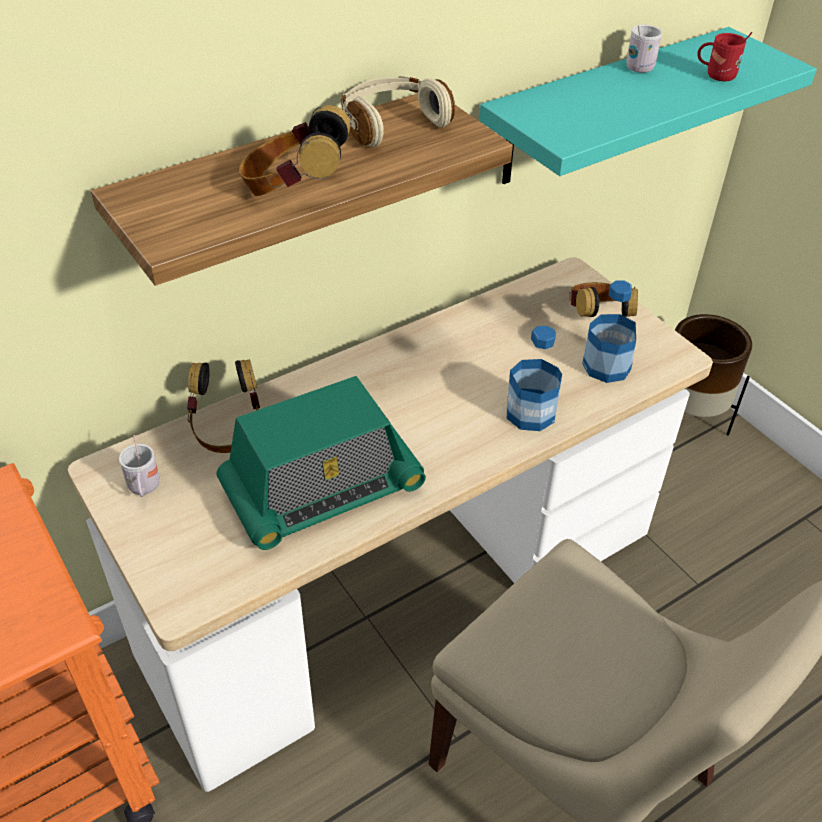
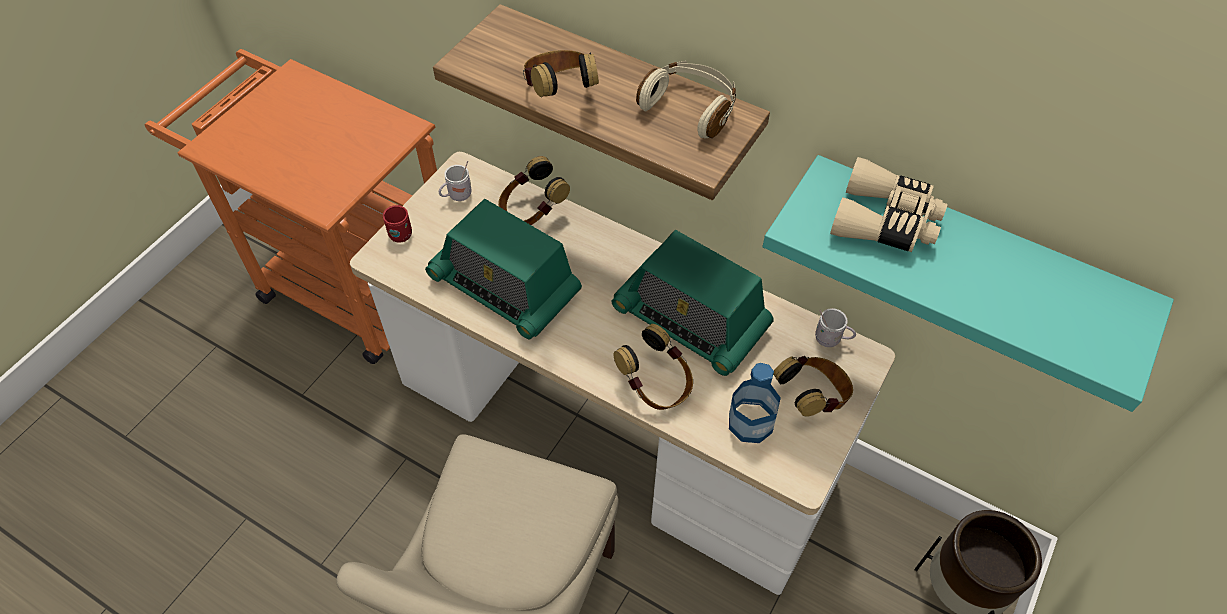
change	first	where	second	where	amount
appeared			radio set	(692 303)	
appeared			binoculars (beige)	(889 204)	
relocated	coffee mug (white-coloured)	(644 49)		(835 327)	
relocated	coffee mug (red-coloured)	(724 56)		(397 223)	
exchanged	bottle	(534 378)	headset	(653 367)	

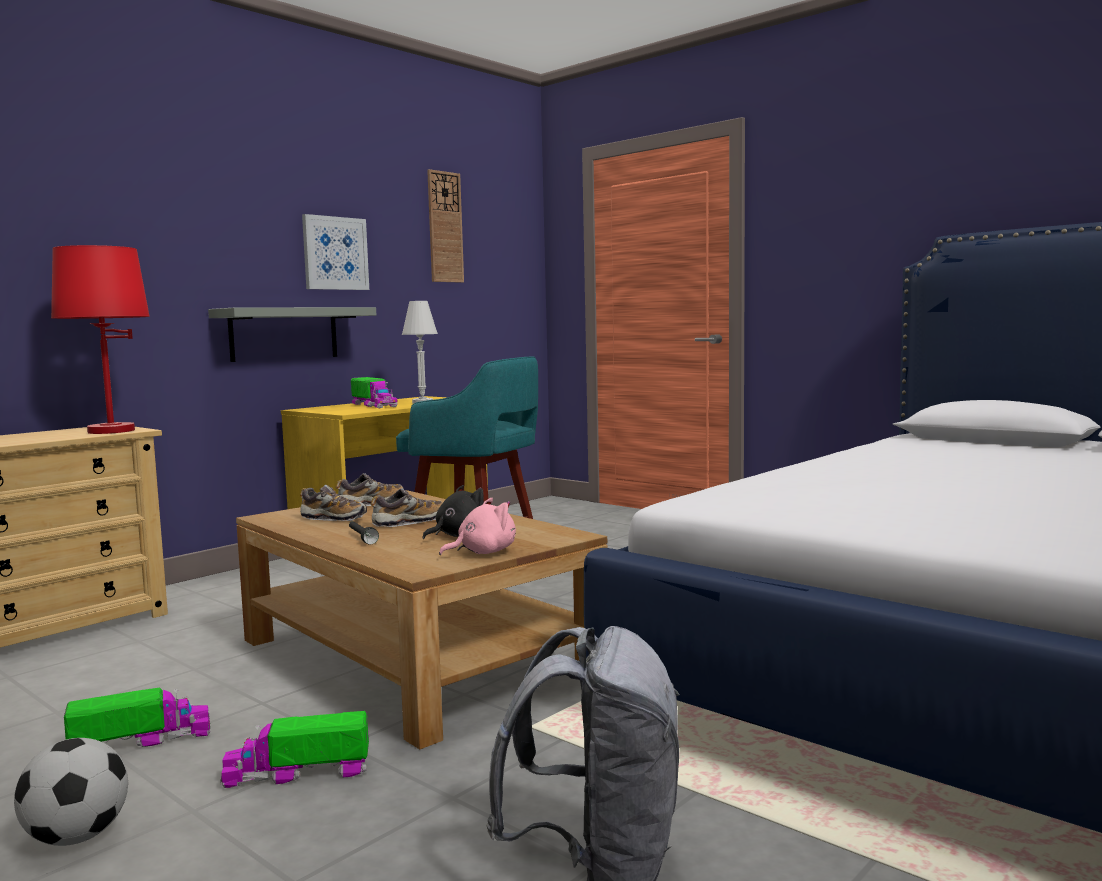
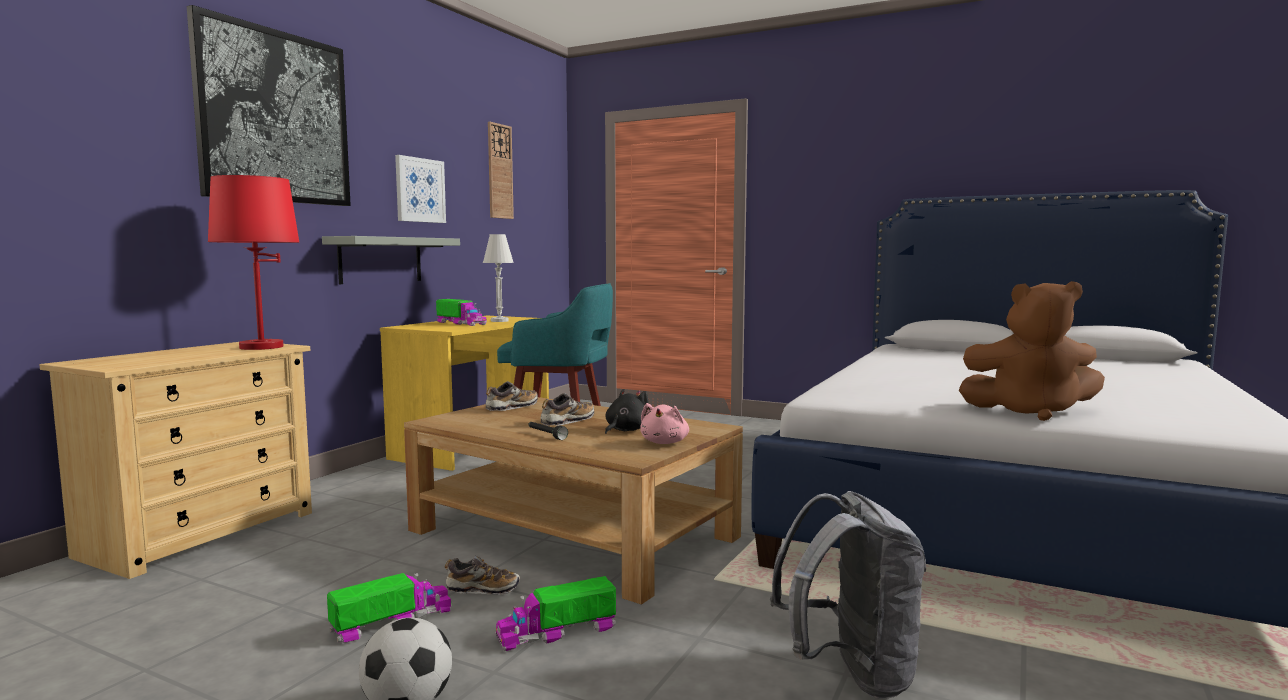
change	first	where	second	where	amount
appeared			wall art	(269 105)	
appeared			soft toy (brown)	(1032 351)	
relocated	low shoe	(333 503)		(482 575)	
spun	soft toy (pink-coloured)	(477 526)		(664 423)	150 degrees clockwise

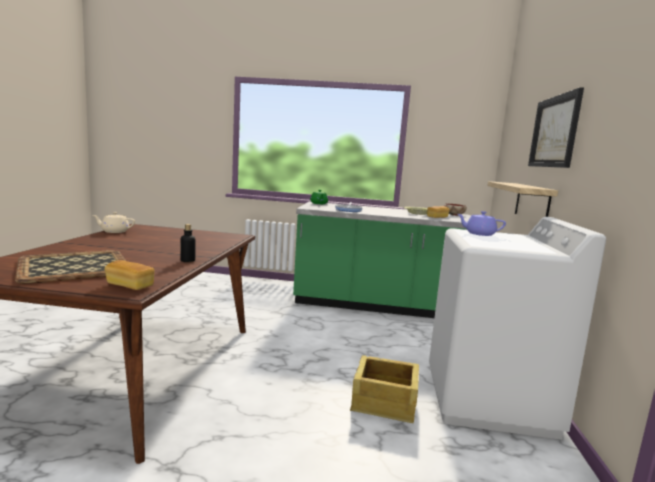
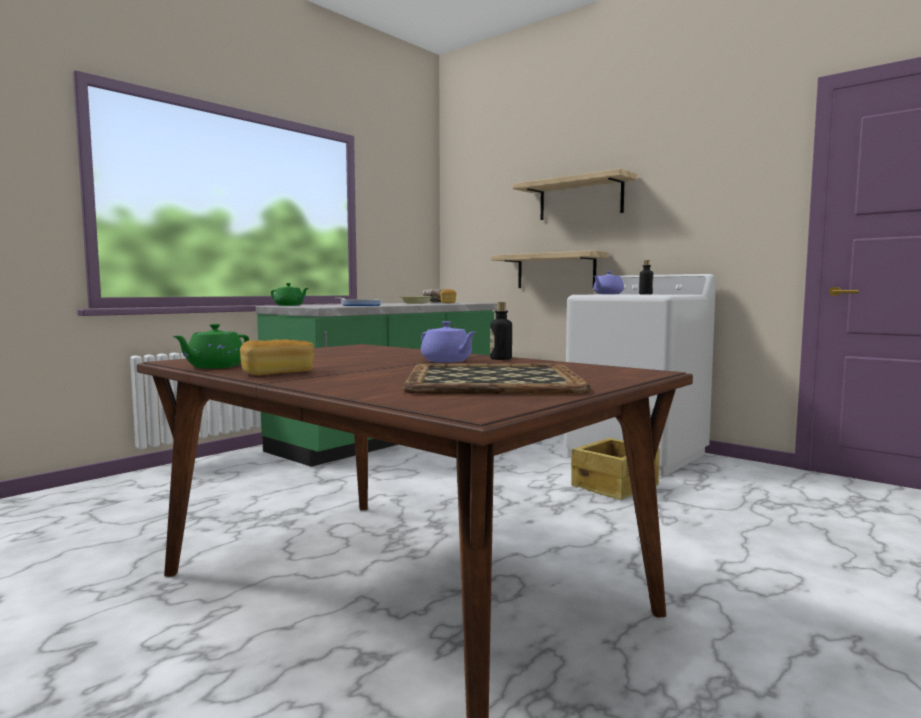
change	first	where	second	where	amount
appeared			tea pot (purple)	(448 342)	
appeared			bottle	(646 277)	
relocated	baked bread	(129 275)		(277 357)	
exchanged	wall art	(556 127)	bracket shelf	(575 194)	
colour	tea pot (beige)	(114 222)	tea pot (greenish)	(211 346)	

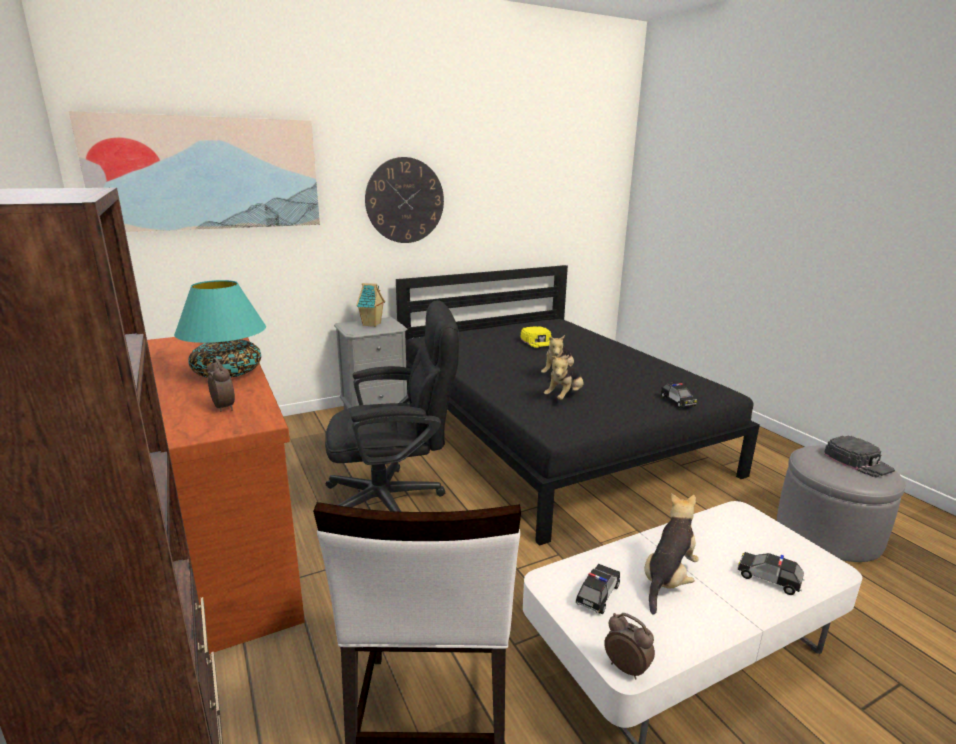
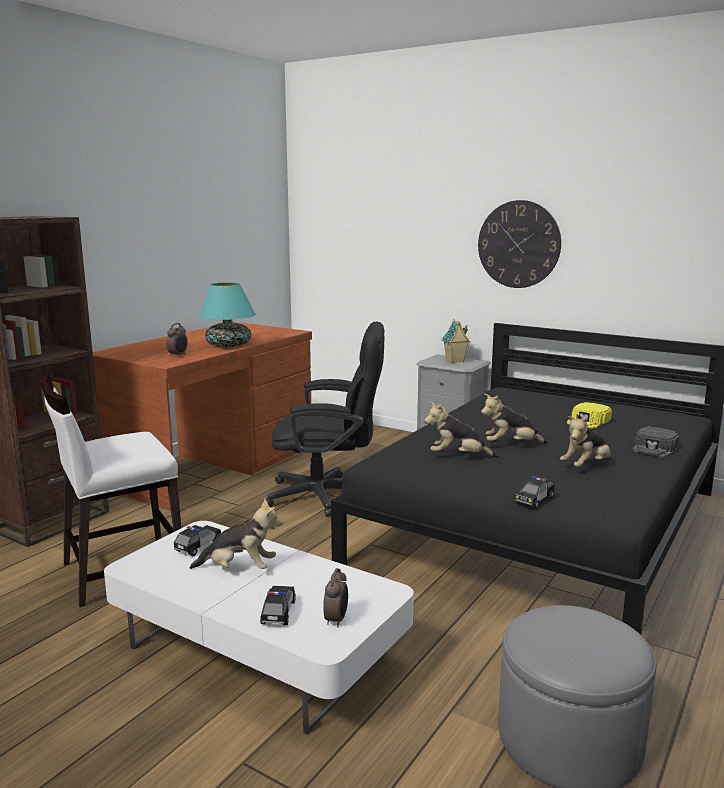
change	first	where	second	where	amount
missing	wall art	(194 171)			
appeared			soft toy	(585 441)	
relocated	table clock	(629 646)		(335 598)	
relocated	baseball cap (blackish)	(859 456)		(656 442)	
spun	computer chair (blackish)	(392 406)		(325 419)	45 degrees counterclockwise
spun	miniature car	(598 589)		(197 540)	60 degrees counterclockwise

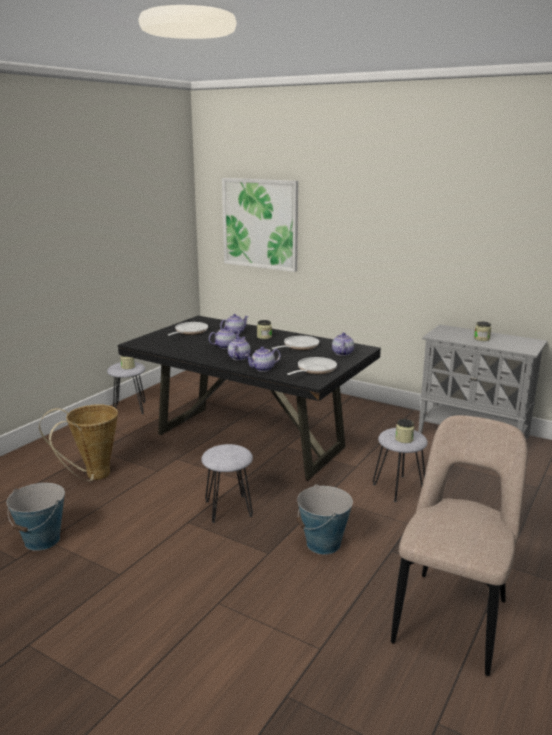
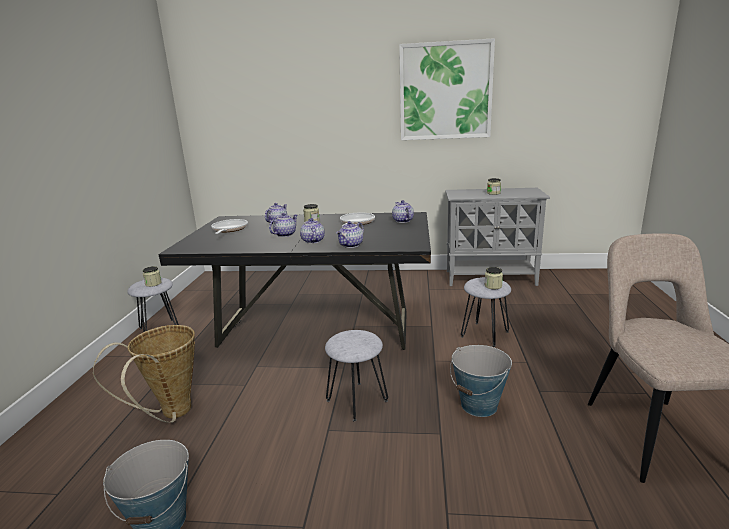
change	first	where	second	where	amount
missing	frying pan	(312 366)			
relocated	wall art	(260 225)		(447 89)	

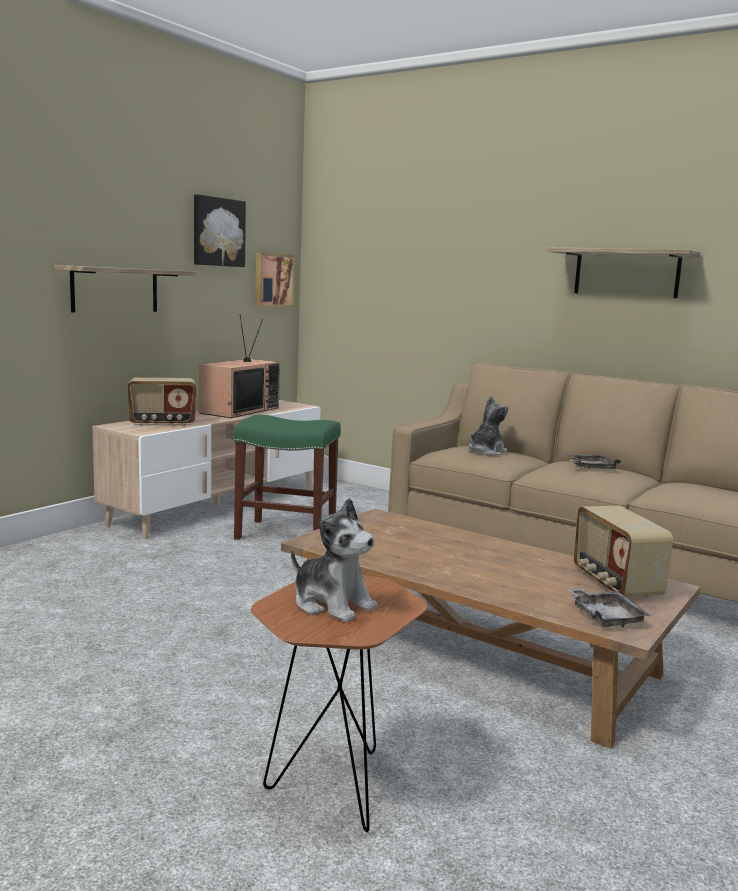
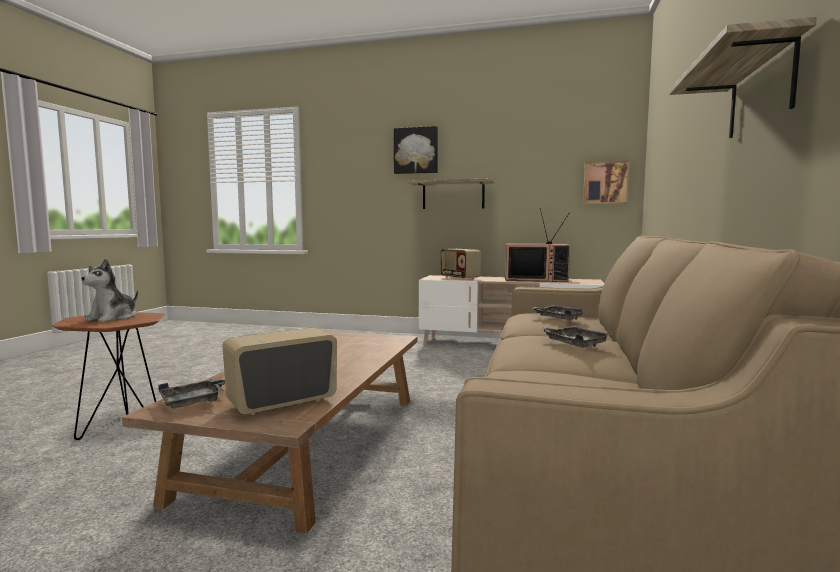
change	first	where	second	where	amount
missing	sitting stool (greenish)	(287 477)			
relocated	wall art	(220 230)		(416 150)	
exchanged	soft toy	(488 426)	serving tray (greyish)	(557 312)	

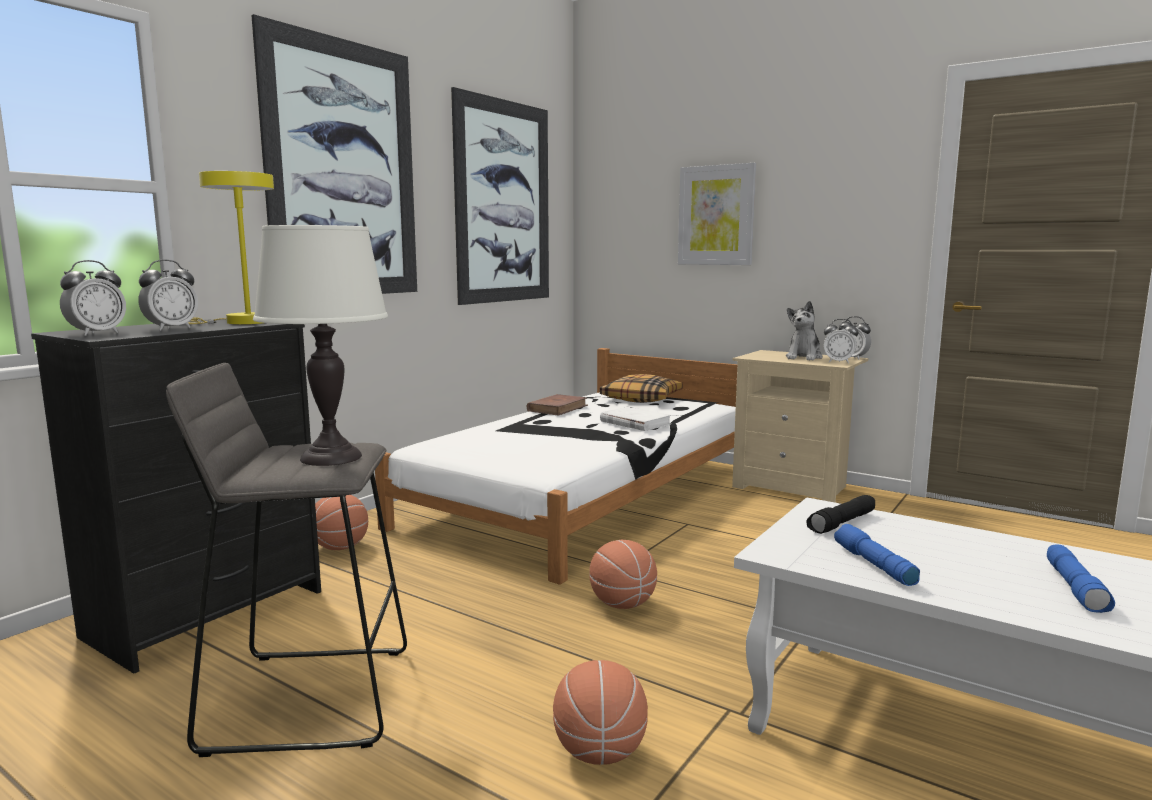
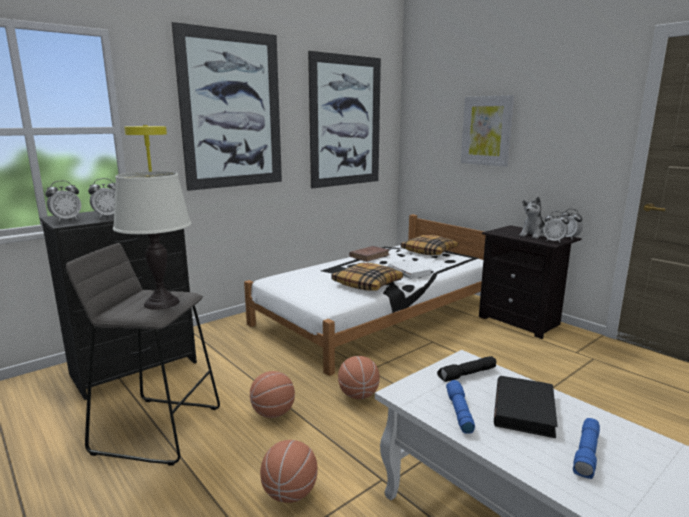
change	first	where	second	where	amount
appeared			pillow	(367 277)	
appeared			bound book (blackish)	(526 407)	
relocated	basketball ball	(341 522)		(272 394)	
colour	bedside table (beige)	(800 426)	bedside table (blackish)	(530 282)	

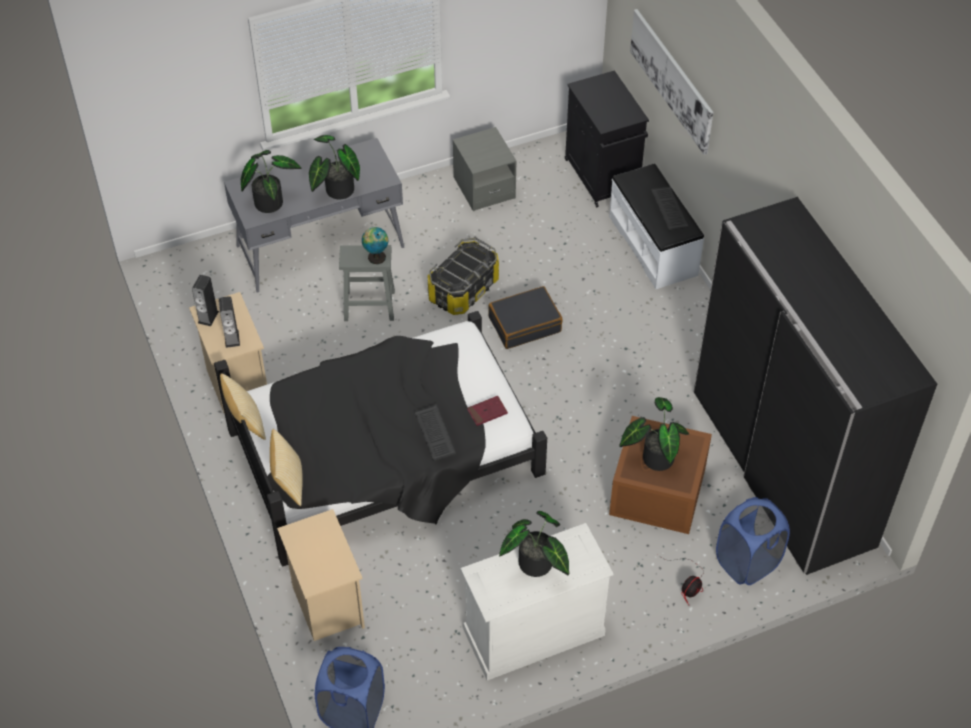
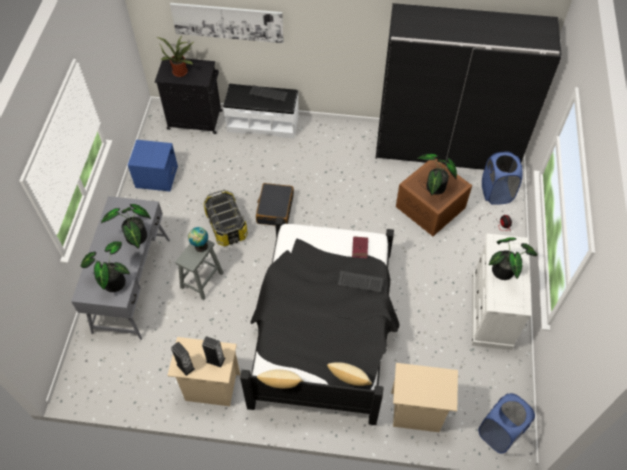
change	first	where	second	where	amount
appeared			plant in a pot	(175 56)	
colour	bedside table (greyish)	(485 169)	bedside table (blue)	(153 166)	

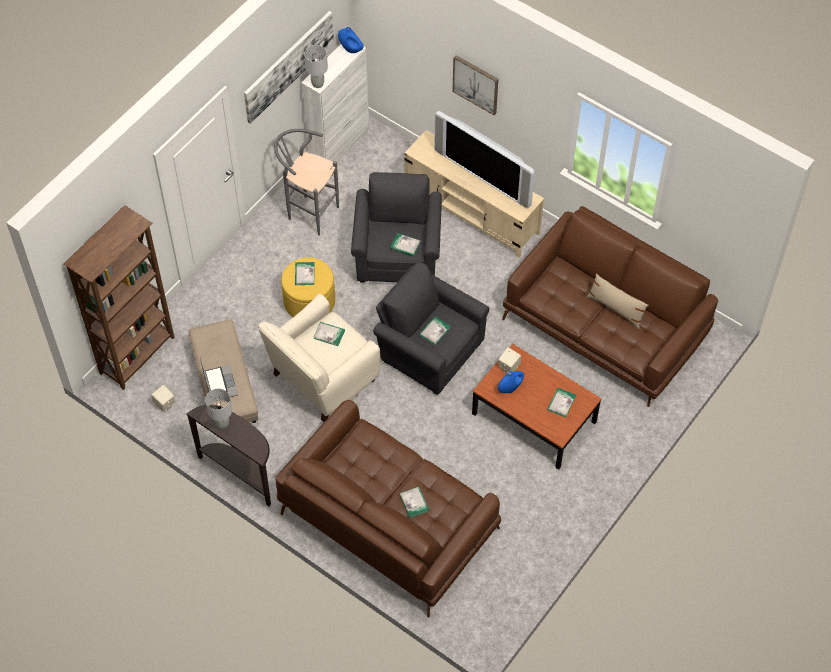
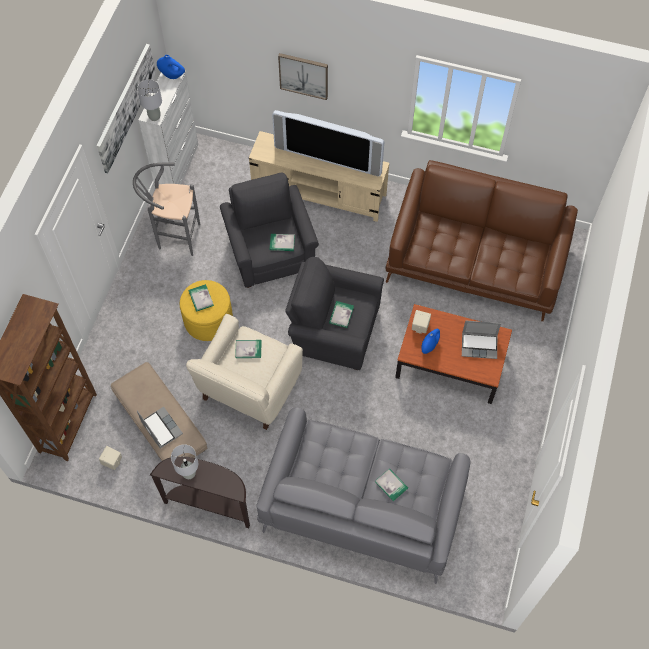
change	first	where	second	where	amount
missing	pillow (beige)	(617 301)			
exchanged	bound book	(561 402)	laptop	(481 340)	
colour	couch (brown)	(388 508)	couch (greyish)	(363 495)	

